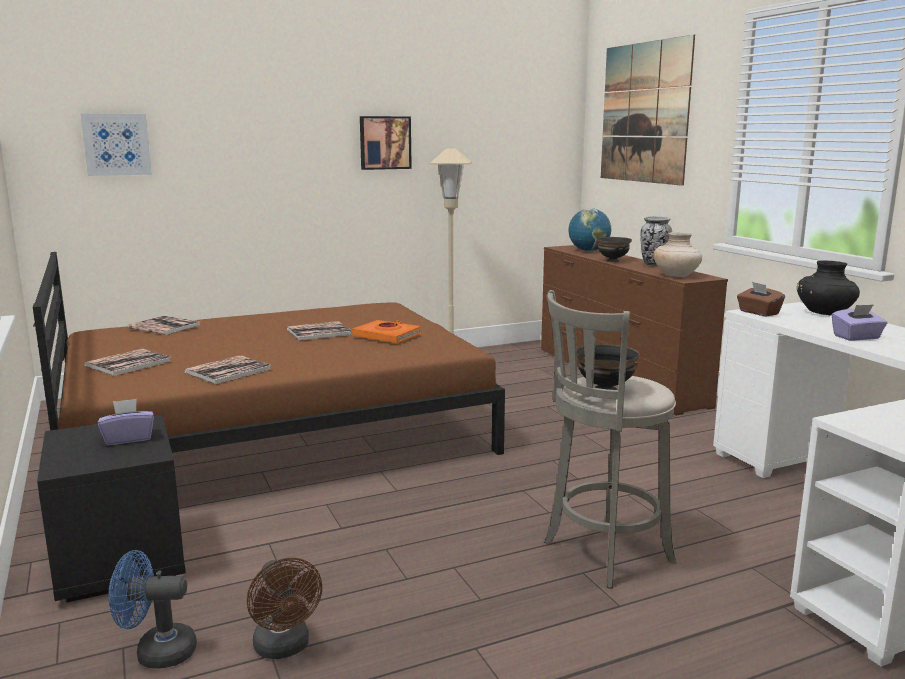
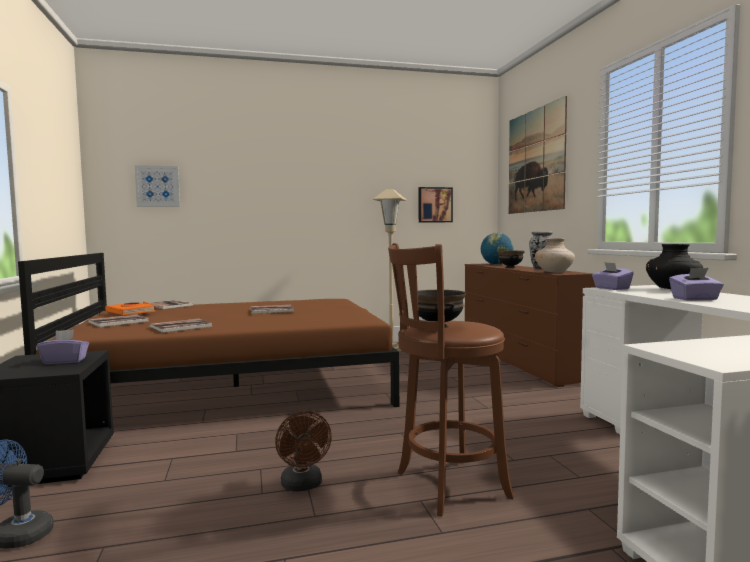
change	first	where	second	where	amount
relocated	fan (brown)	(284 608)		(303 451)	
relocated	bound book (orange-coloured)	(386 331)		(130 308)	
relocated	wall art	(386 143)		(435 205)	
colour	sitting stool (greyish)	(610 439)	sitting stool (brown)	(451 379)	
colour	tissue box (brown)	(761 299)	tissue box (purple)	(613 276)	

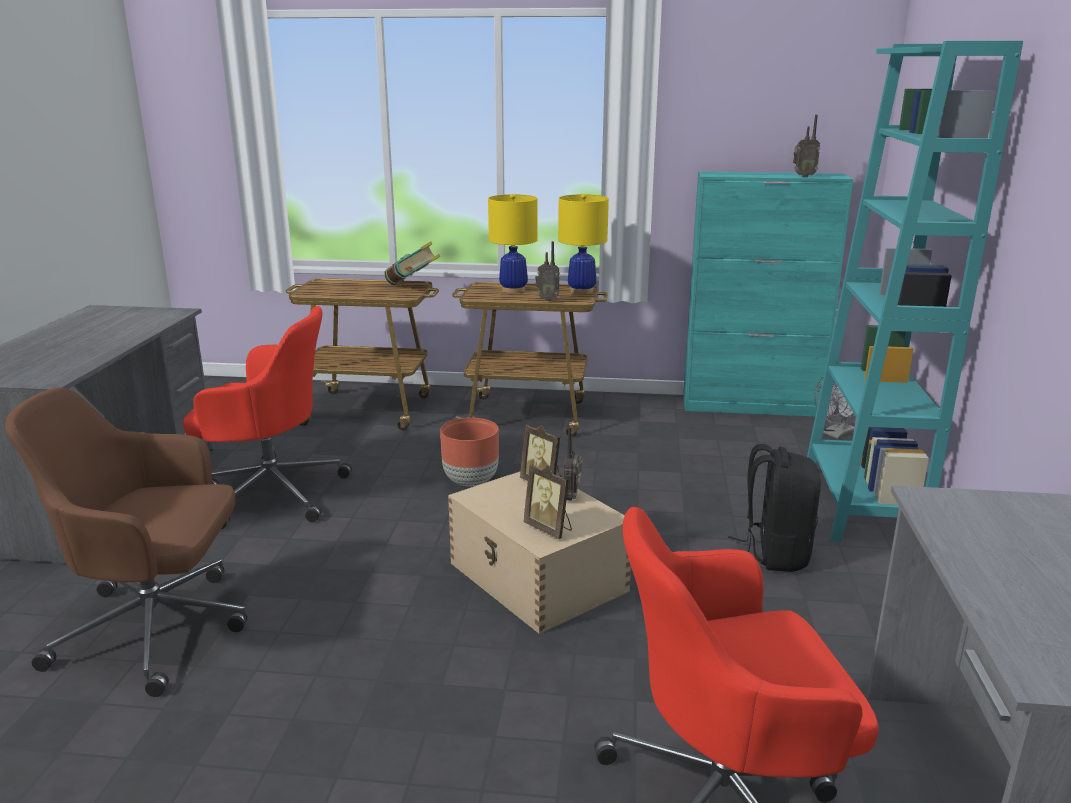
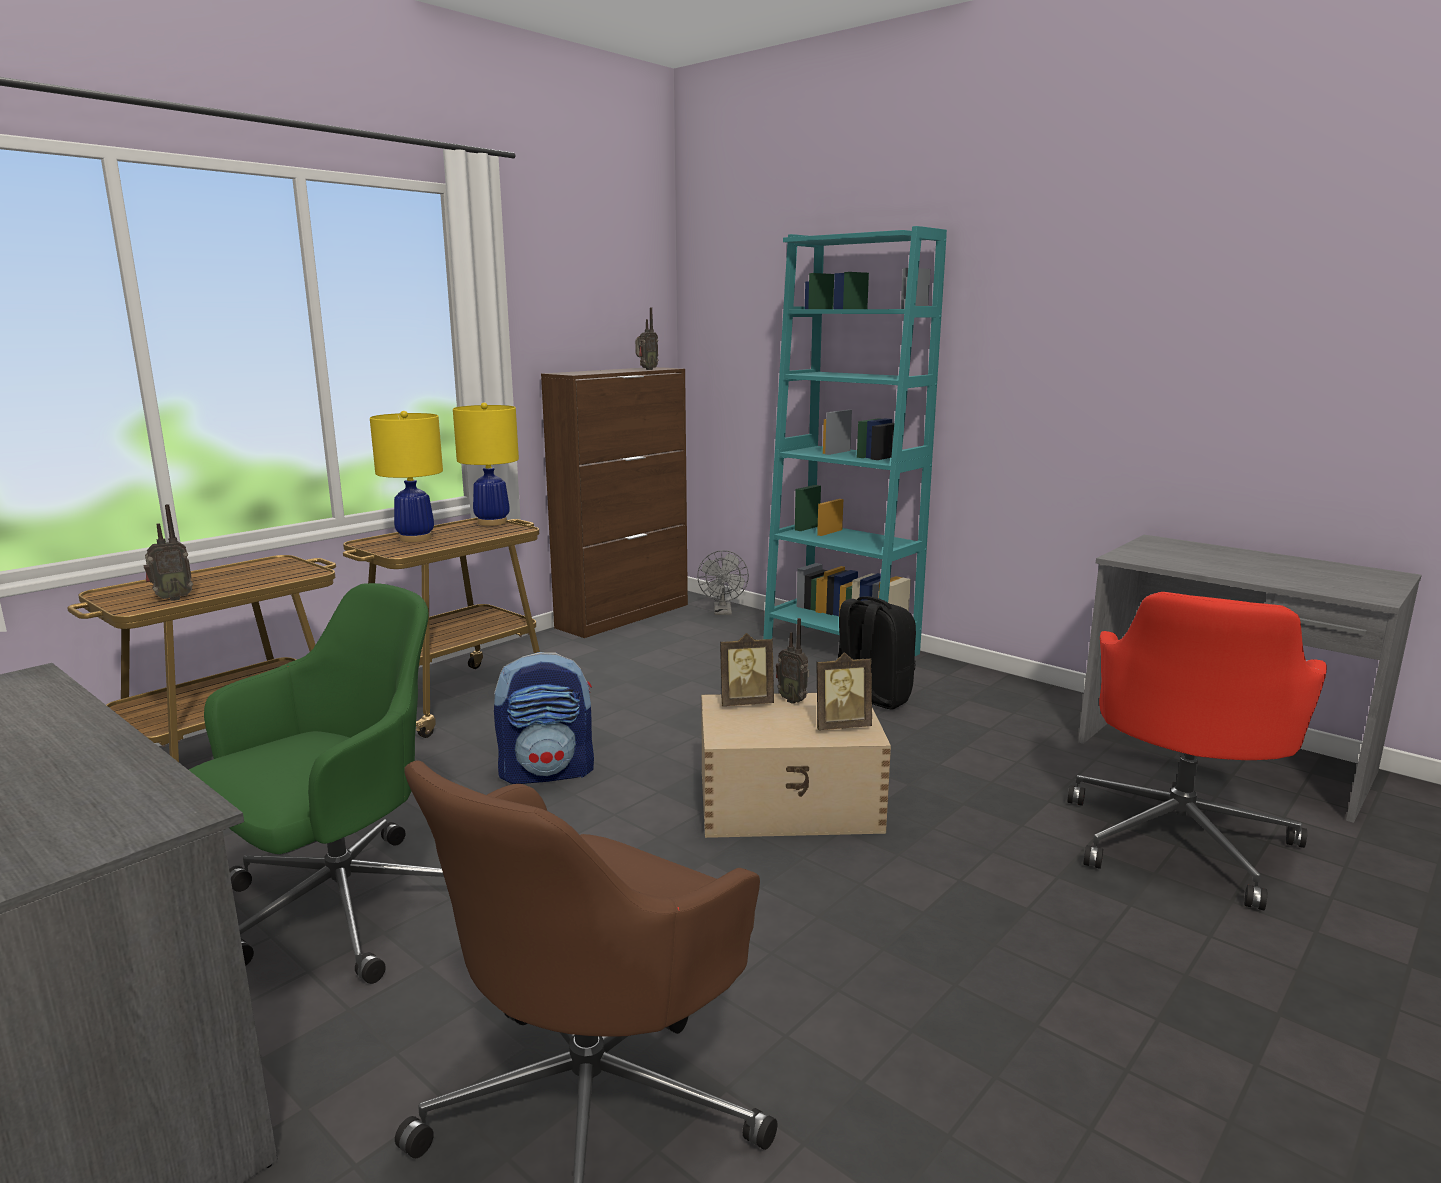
change	first	where	second	where	amount
missing	bound book	(412 263)			
relocated	radio set	(547 271)		(168 552)	
exchanged	flower pot (brown)	(469 452)	rucksack	(544 718)	
colour	computer chair (red-coloured)	(267 417)	computer chair (greenish)	(316 783)	
colour	cupboard (turquoise)	(768 293)	cupboard (brown)	(614 502)	

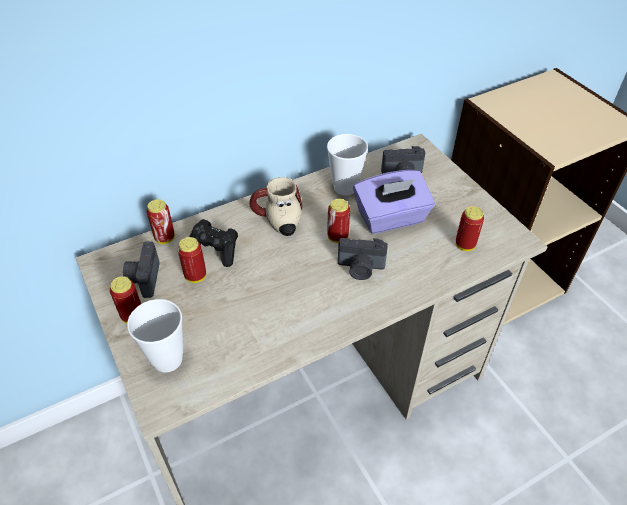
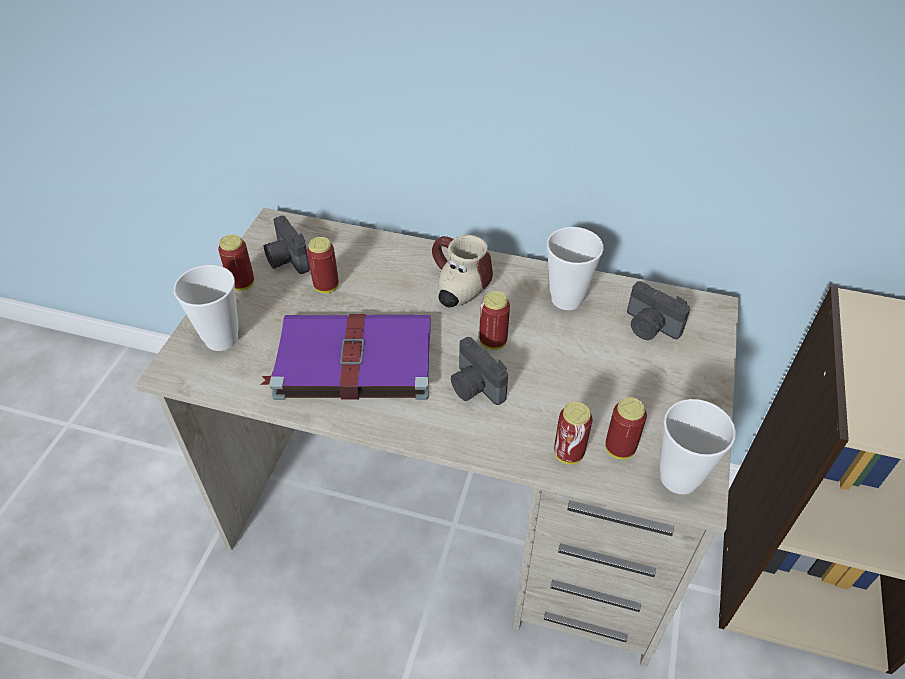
change	first	where	second	where	amount
missing	gamepad (blackish)	(213 243)			
missing	tissue box (purple)	(394 202)			
appeared			bound book (purple)	(345 357)	
appeared			drinking cup	(698 446)	
relocated	sealed can	(161 221)		(573 433)	
spun	still camera	(141 269)		(287 245)	75 degrees counterclockwise

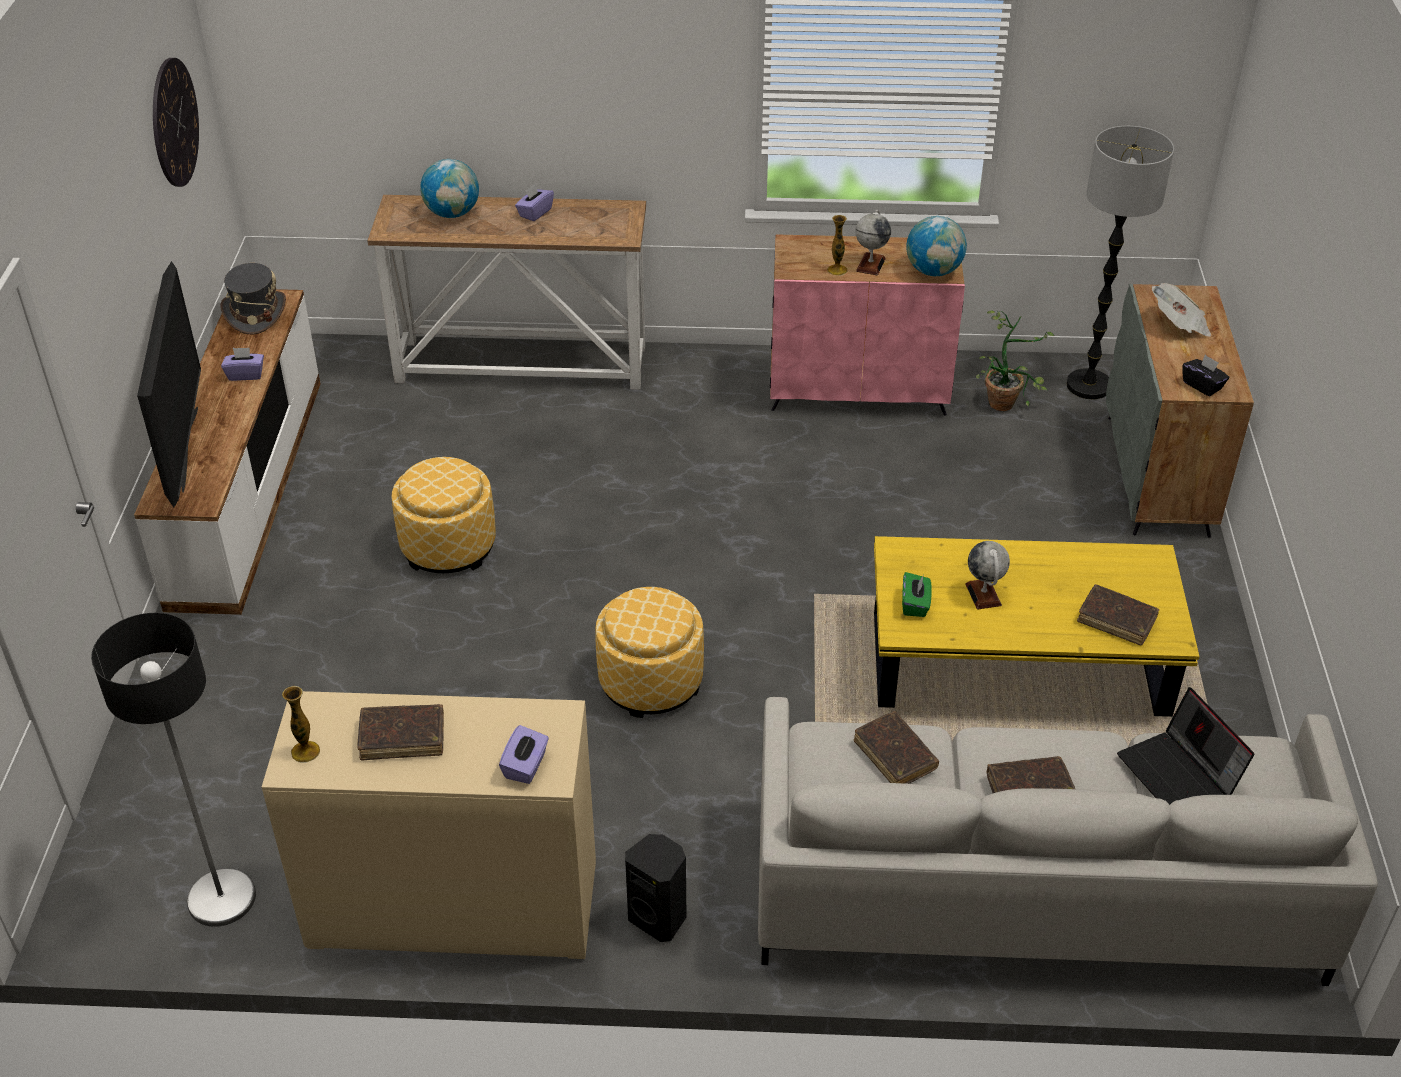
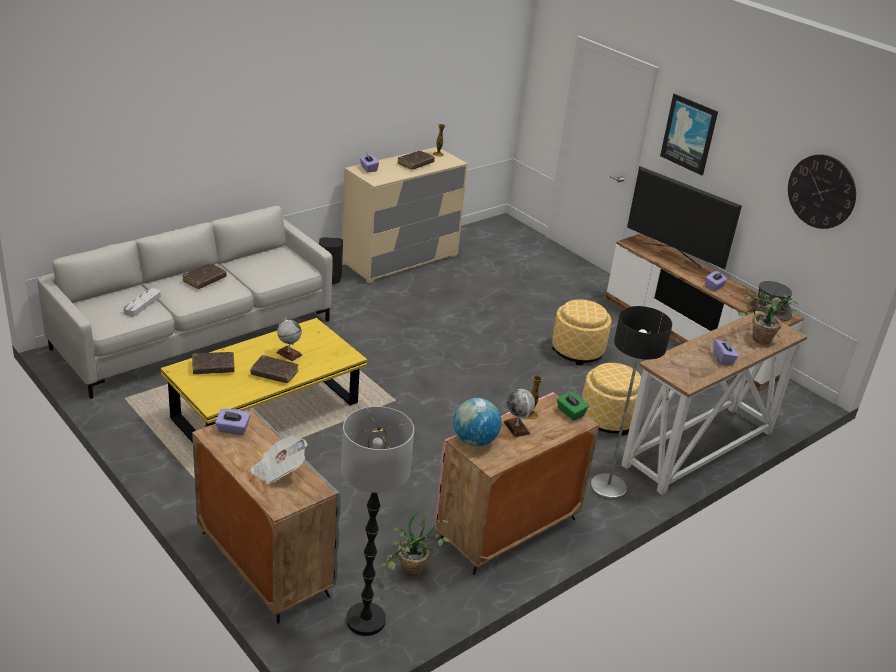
change	first	where	second	where	amount
appeared			wall art	(689 134)	
relocated	standing lamp	(173 770)		(631 403)	
relocated	ottoman	(649 652)		(611 399)	
relocated	bound book (brown)	(896 747)		(274 369)	
relocated	tissue box (greenish)	(917 594)		(573 405)	
exchanged	desk globe	(449 188)	plant in a pot	(768 315)	
exchanged	laptop	(1185 746)	serving tray (greyish)	(142 302)	
colour	tissue box (blackish)	(1205 375)	tissue box (purple)	(232 422)	

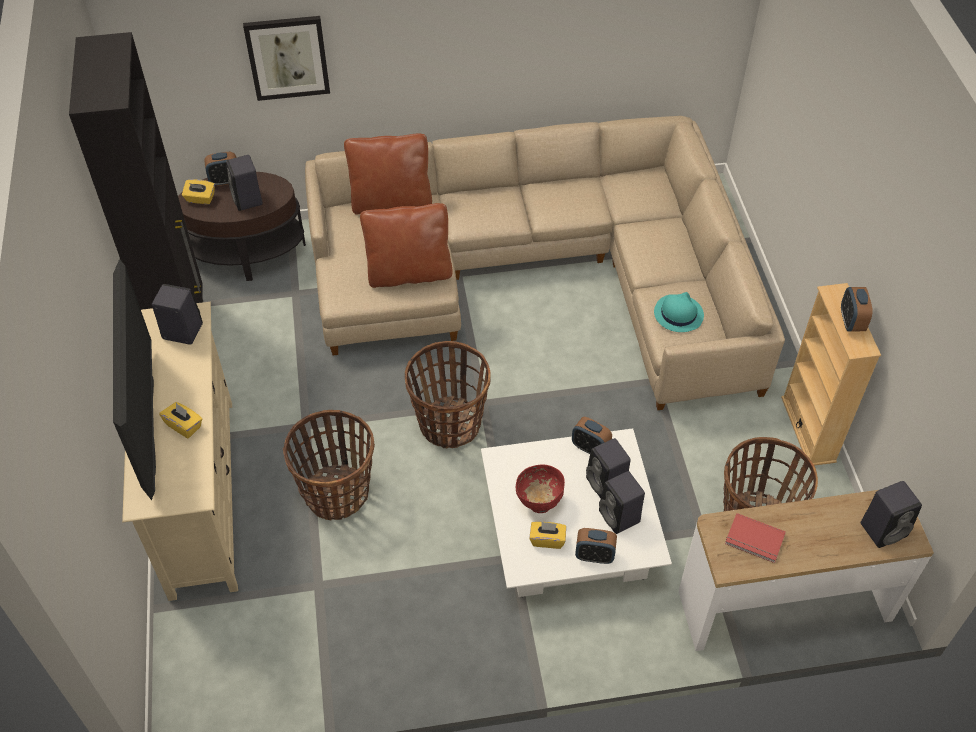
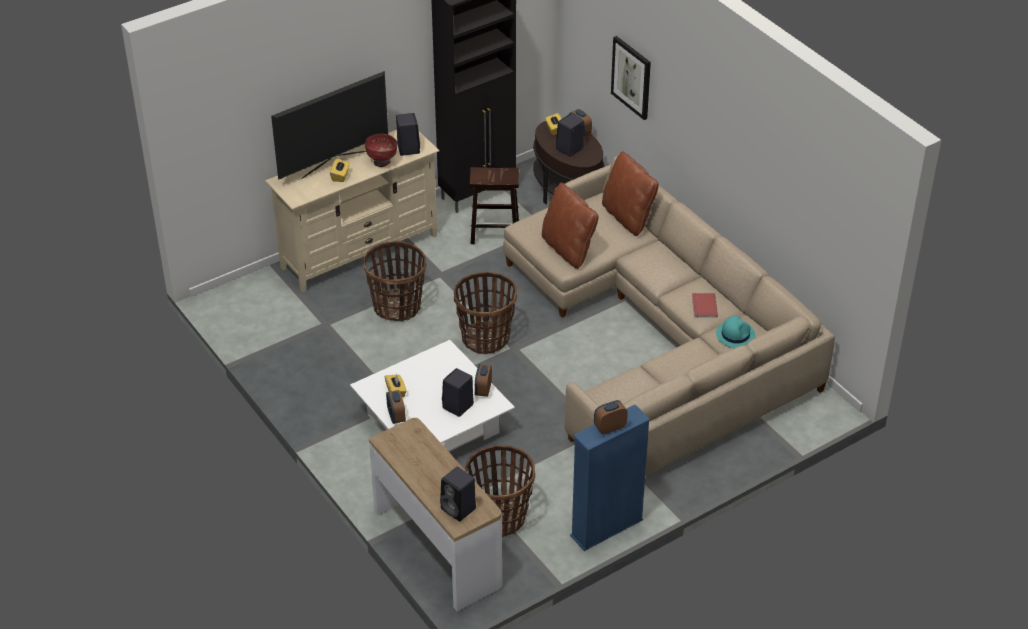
change	first	where	second	where	amount
missing	loudspeaker (blackish)	(622 502)			
appeared			sitting stool (brown)	(494 205)	
relocated	deep dish (red-coloured)	(540 489)		(381 150)	
relocated	clothing hat (turquoise)	(679 312)		(736 332)	
relocated	bound book (red-coloured)	(755 538)		(705 305)	
colour	shelving unit (beige)	(831 374)	shelving unit (blue)	(610 478)	

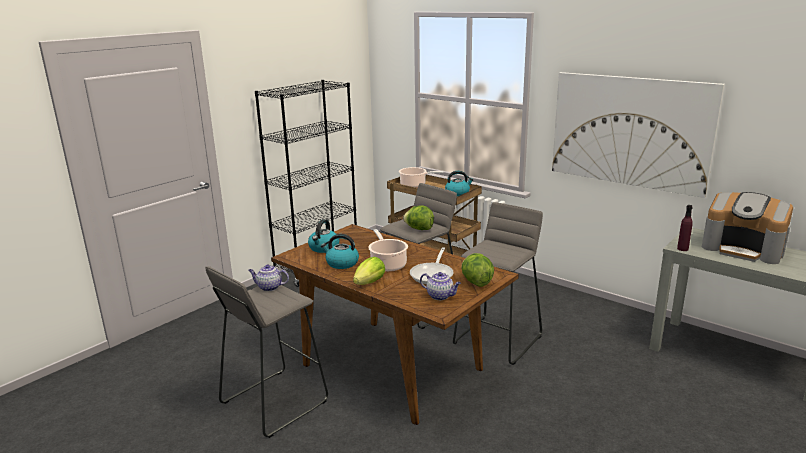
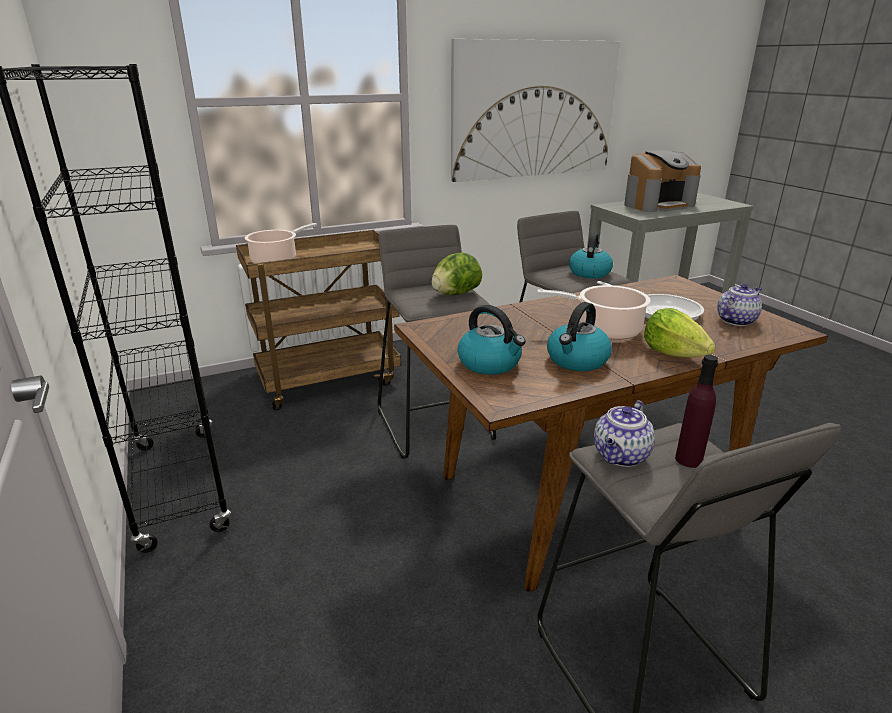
change	first	where	second	where	amount
missing	lettuce head	(477 270)			
relocated	kettle	(459 184)		(591 255)	
relocated	bottle (purple)	(685 228)		(696 411)	

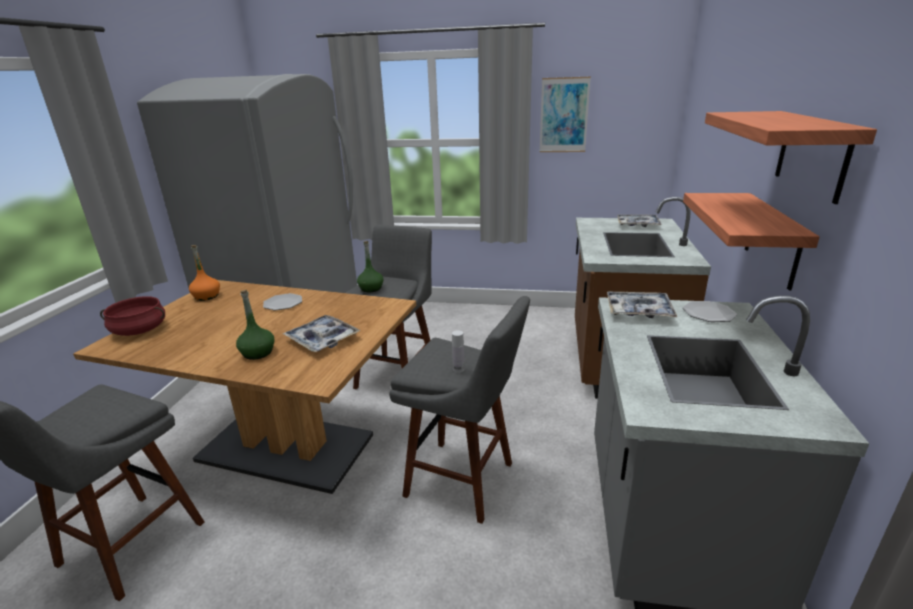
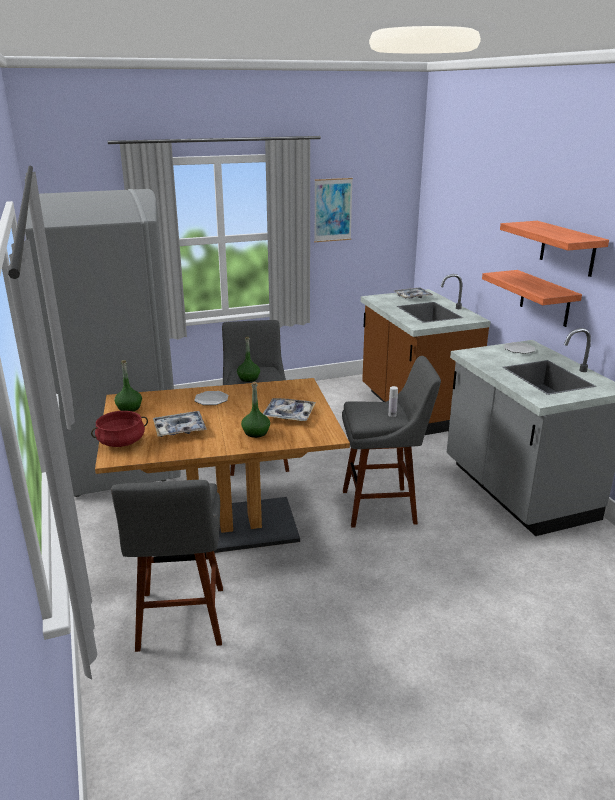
change	first	where	second	where	amount
relocated	serving tray	(642 304)		(180 424)	
colour	bottle (orange-coloured)	(204 273)	bottle (greenish)	(128 386)	

